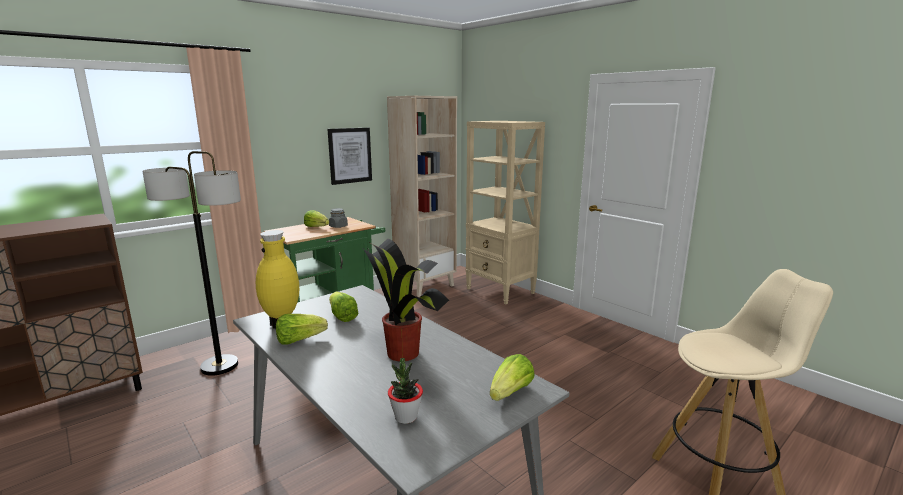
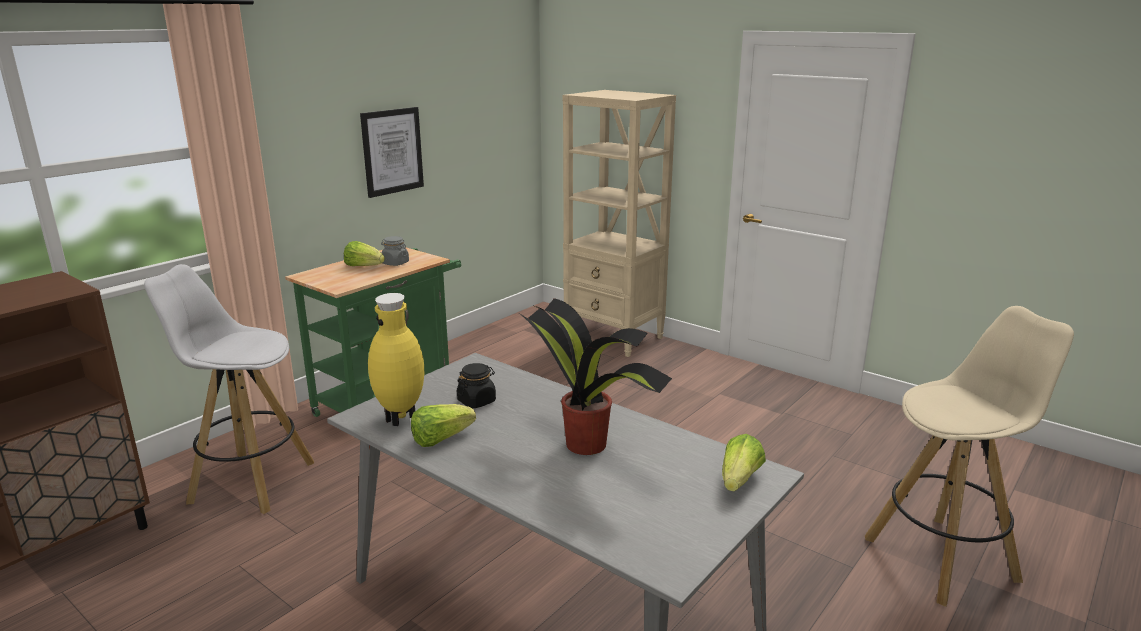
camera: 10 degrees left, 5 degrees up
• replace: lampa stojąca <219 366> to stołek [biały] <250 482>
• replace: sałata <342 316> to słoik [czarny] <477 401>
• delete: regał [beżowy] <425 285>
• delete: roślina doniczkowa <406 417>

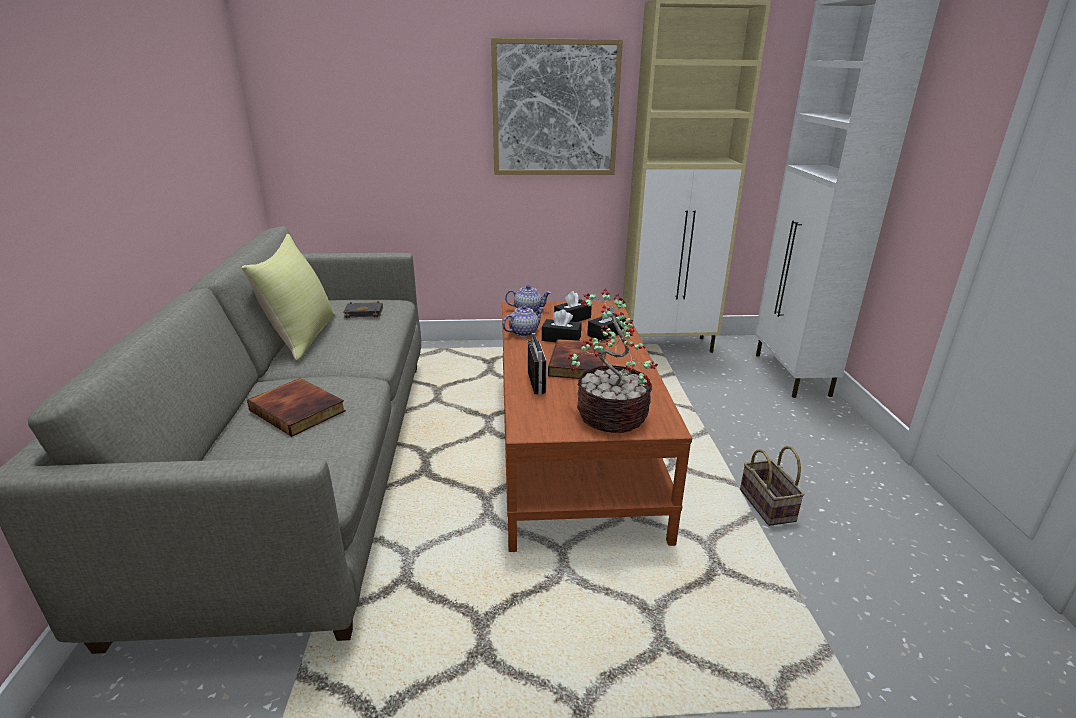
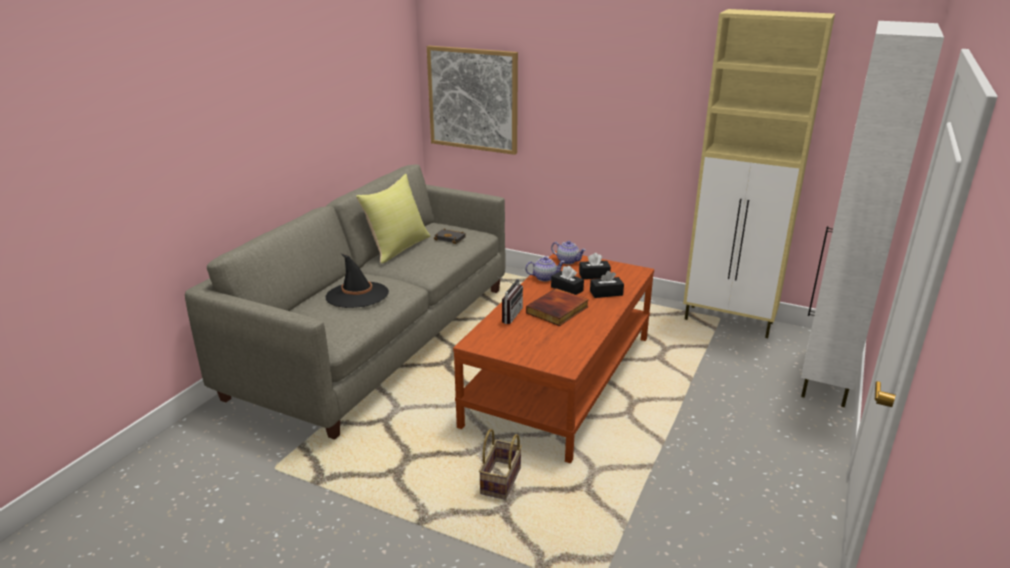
camera: 30 degrees right, 0 degrees up
• replace: książka <299 410> to kapelusz [czarny] <357 295>
• move: obraz <555 109> to <473 99>
• move: koszyk <769 506> to <501 482>
• delete: roślina doniczkowa <609 415>

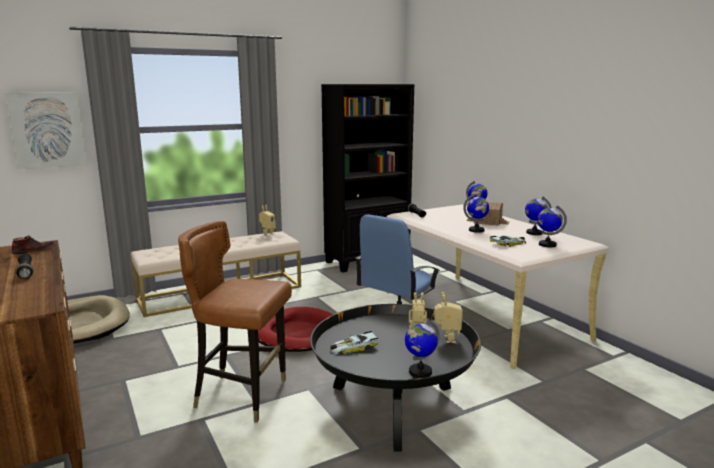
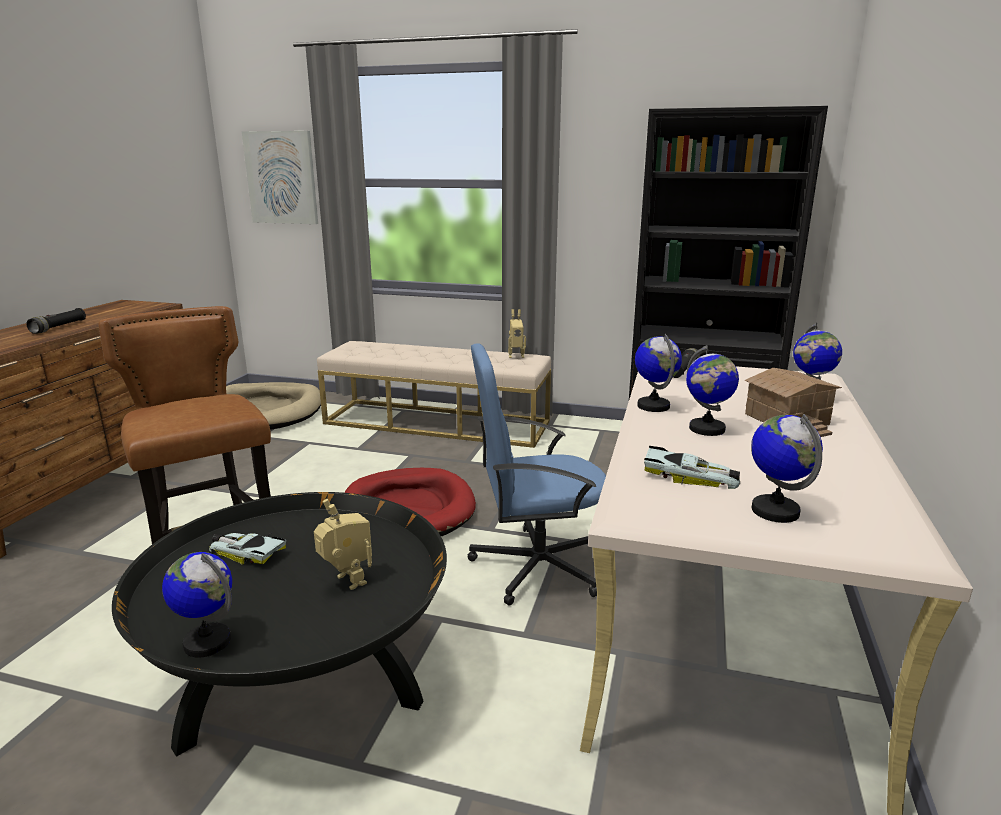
camera: 45 degrees right, 5 degrees up
• move: globus <534 233> to <653 406>
• delete: but [brązowy] <34 250>
• delete: robot zabawkowy <446 339>

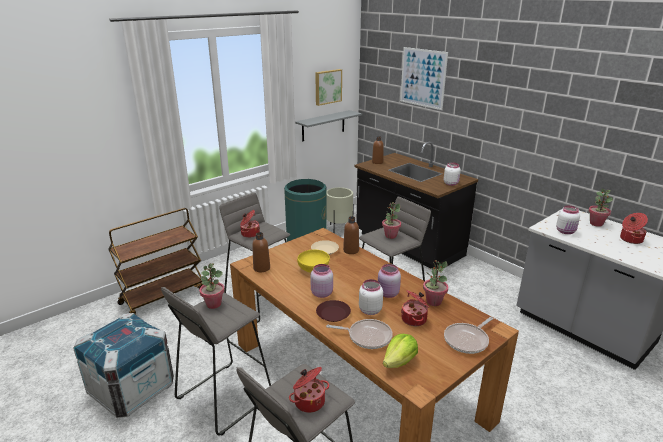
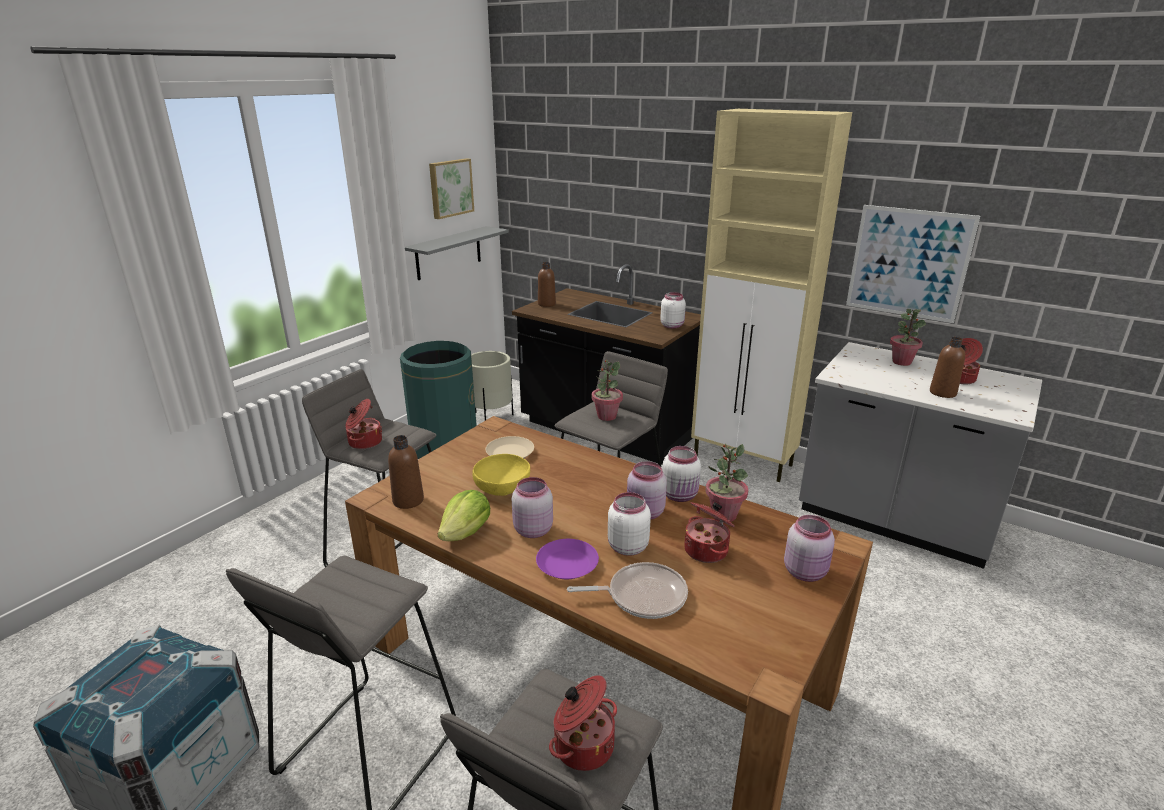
camera: 15 degrees left, 0 degrees up
• move: sałata <400 362> to <466 533>
• recolor: talerz [brązowy] <333 314> to talerz [fioletowy] <566 564>
• move: słoik [biały] <566 231> to <680 495>
• insert: szafka [beżowy] <743 461>
• replace: patelnia <467 340> to słoik [różowy] <806 572>
• move: obraz <423 78> to <908 263>
• move: butelka [brązowy] <351 250> to <942 393>
• delete: wózek [brązowy] <163 296>
• delete: roślina doniczkowa <213 304>

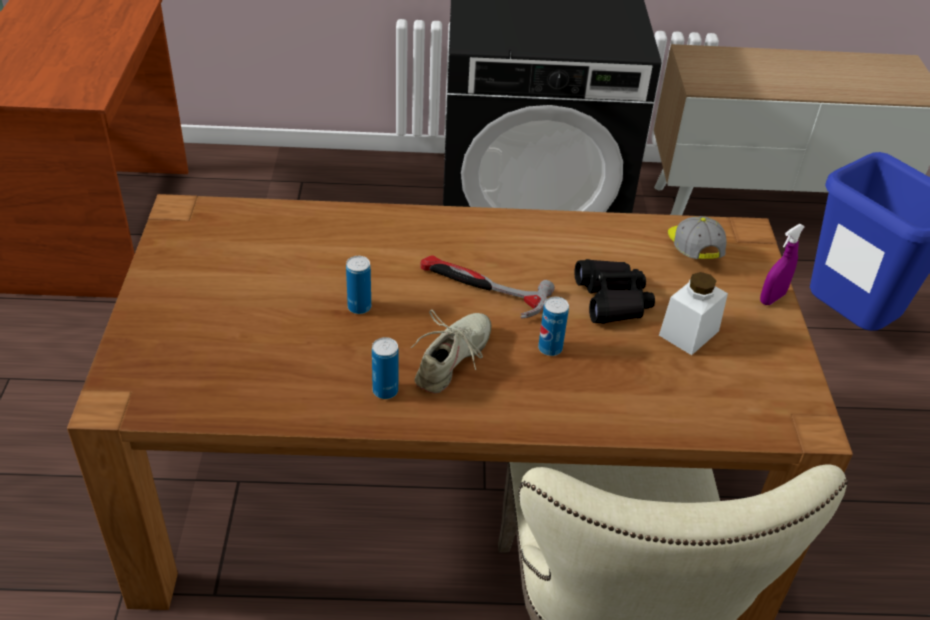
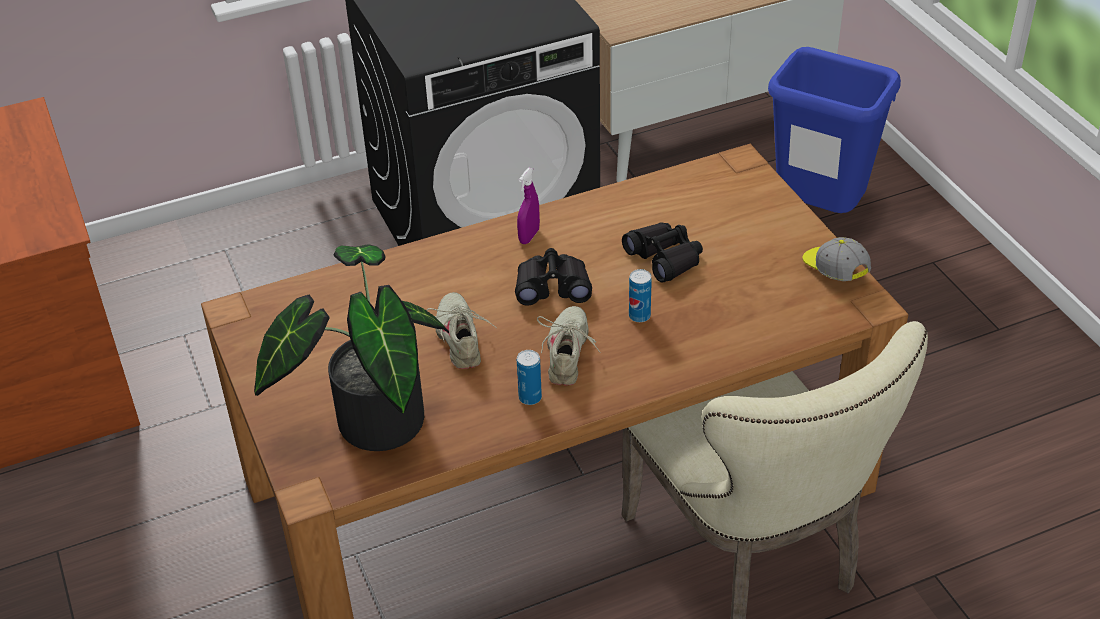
camera: 20 degrees left, 0 degrees up
• insert: roślina doniczkowa <370 420>
• replace: puszka <359 307> to but [beżowy] <460 338>
• replace: młotek <481 289> to lornetka [czarny] <552 287>
• move: spryskiwacz [fioletowy] <772 298> to <529 236>
• move: czapka z daszkiem <693 249> to <834 270>
• delete: słoik [biały] <689 333>

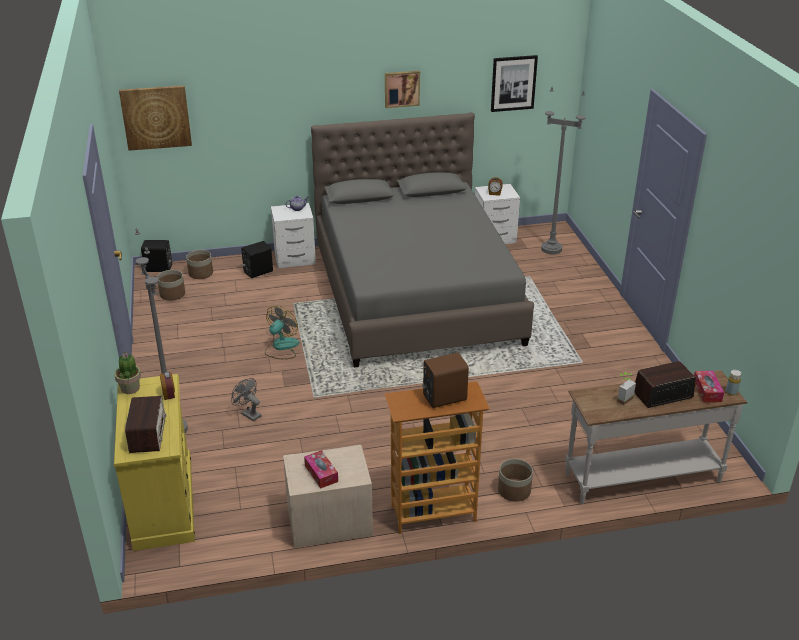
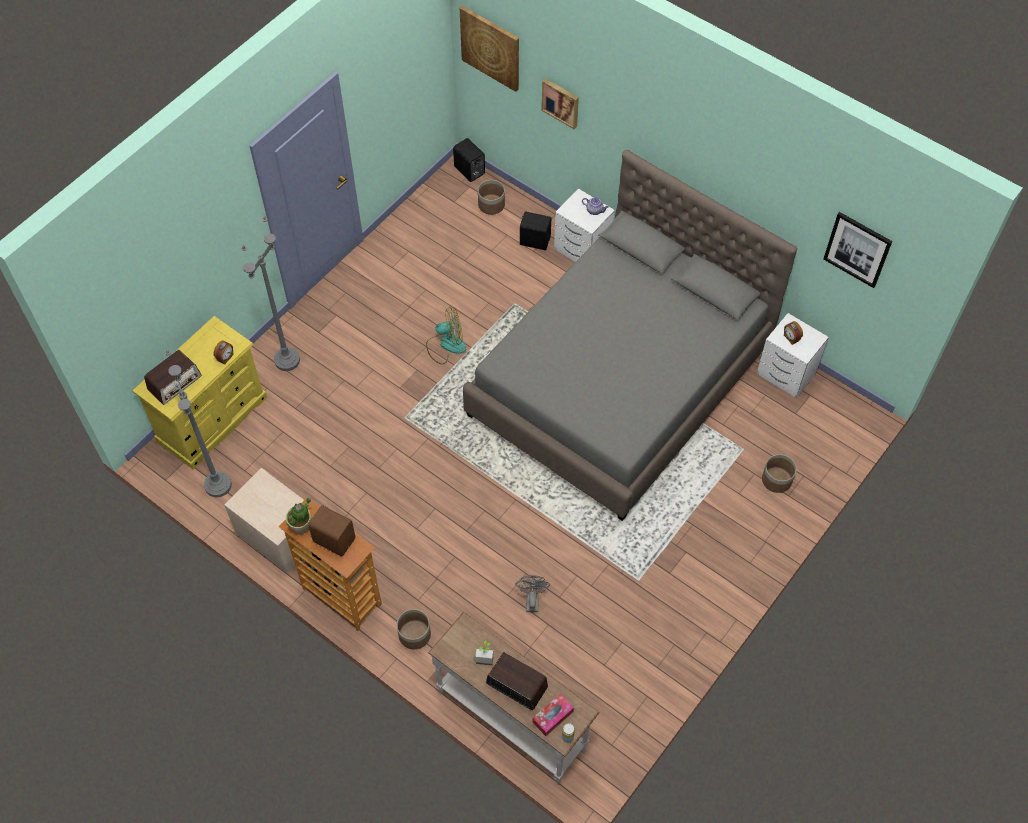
camera: 50 degrees right, 25 degrees up
• move: lampa stojąca [szary] <551 249> to <218 485>
• move: roślina doniczkowa <130 388> to <301 526>
• move: wentylator [szary] <248 414> to <532 599>
• move: obraz <401 88> to <561 102>
• move: donica <172 294> to <776 480>
• delete: pudełko chusteczek <321 473>

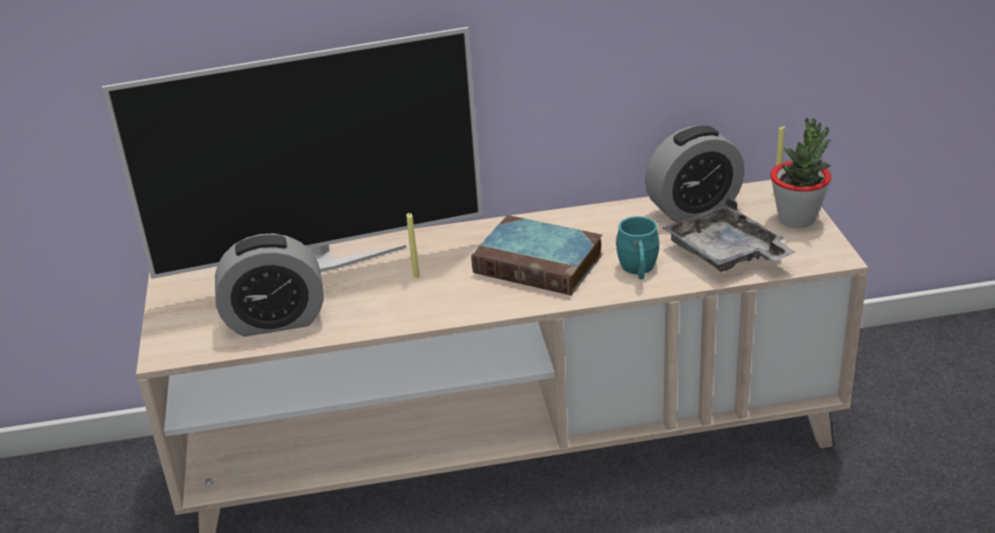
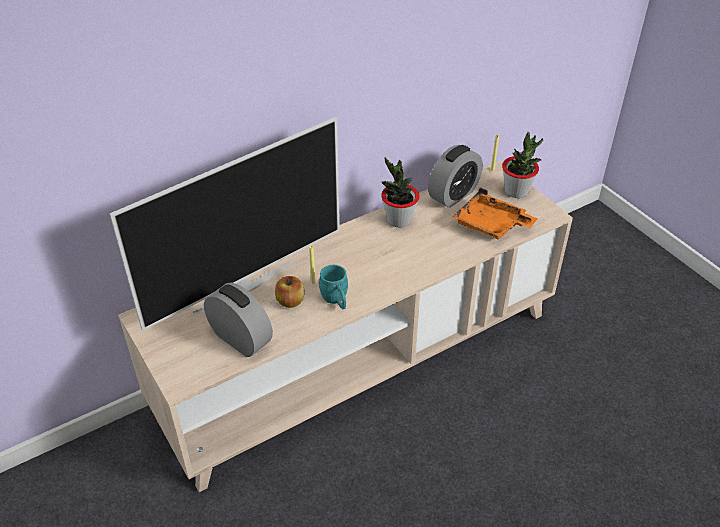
camera: 25 degrees left, 10 degrees up
• rotate: budzik <275 321> = <240 339> 105 degrees counterclockwise
• insert: jabłko <290 301>
• move: kubek [turkusowy] <638 271> to <336 300>
• insert: roślina doniczkowa <399 220>
• recolor: taca [szary] <726 254> to taca [pomarańczowy] <491 225>
• delete: książka <541 263>

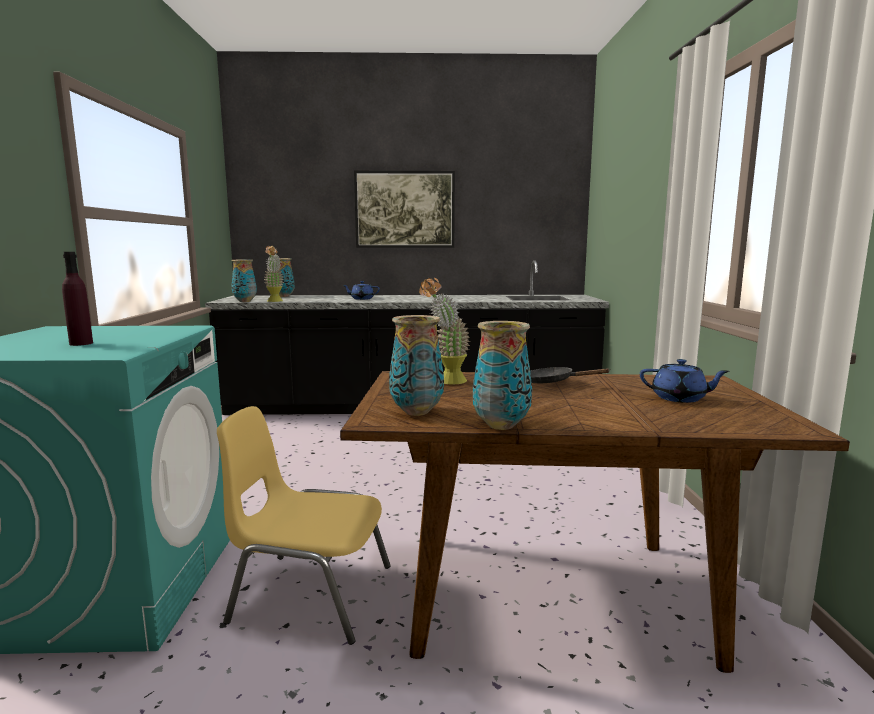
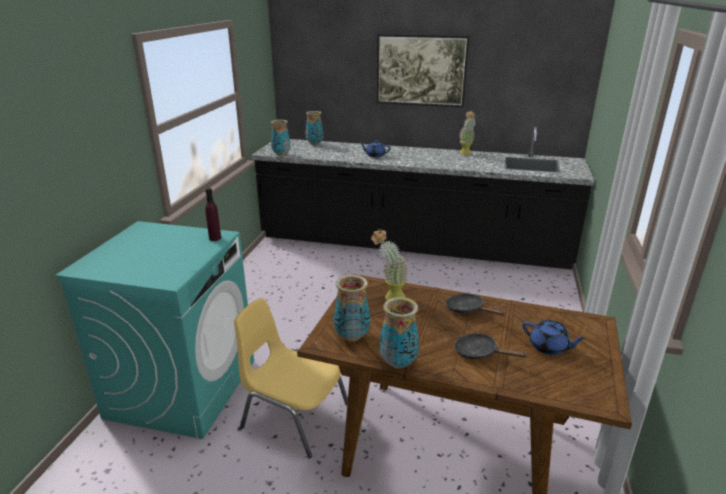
camera: 15 degrees right, 15 degrees up
• move: butelka [fioletowy] <81 343> to <215 238>
• insert: patelnia [czarny] <479 353>
• move: roślina doniczkowa <275 301> to <466 154>

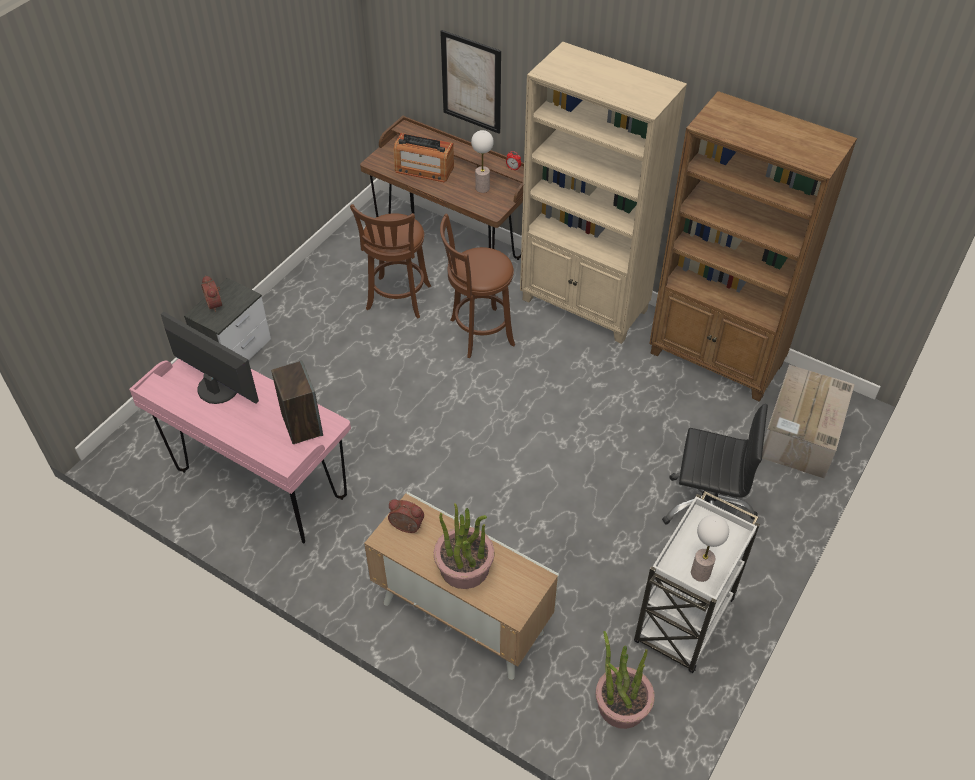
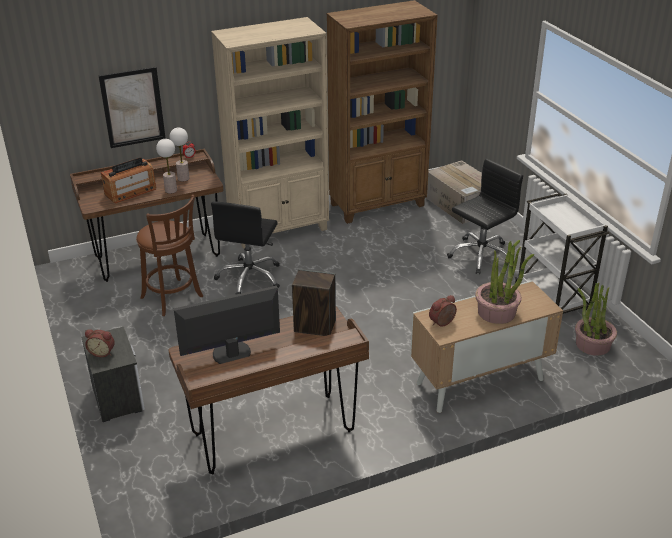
camera: 55 degrees left, 15 degrees down
• move: lampa stołowa <700 573> to <171 190>
• recolor: biurko [różowy] <261 485> to biurko [brązowy] <273 434>
• replace: stołek [brązowy] <478 333> to krzesło biurowe [czarny] <250 278>

